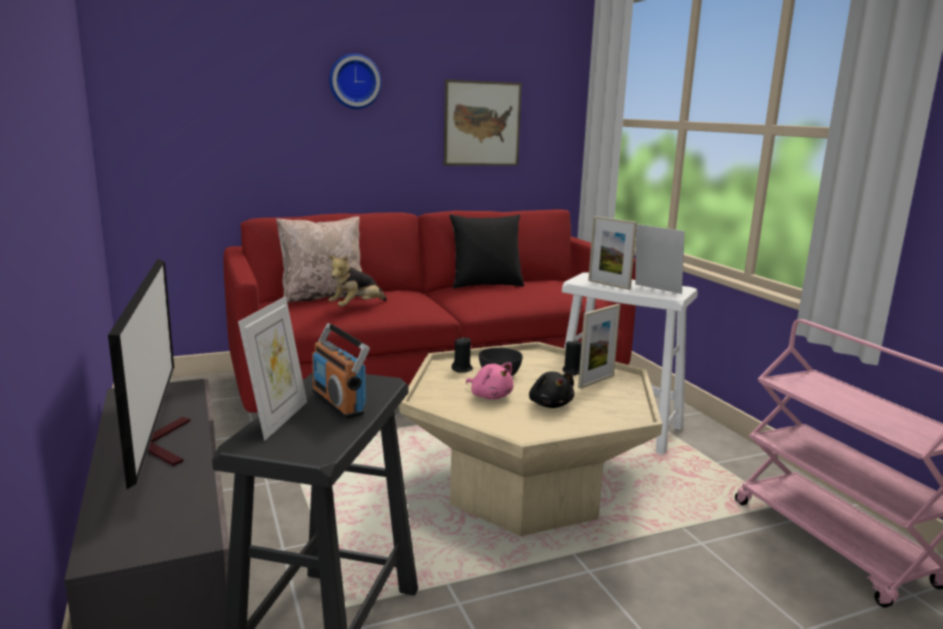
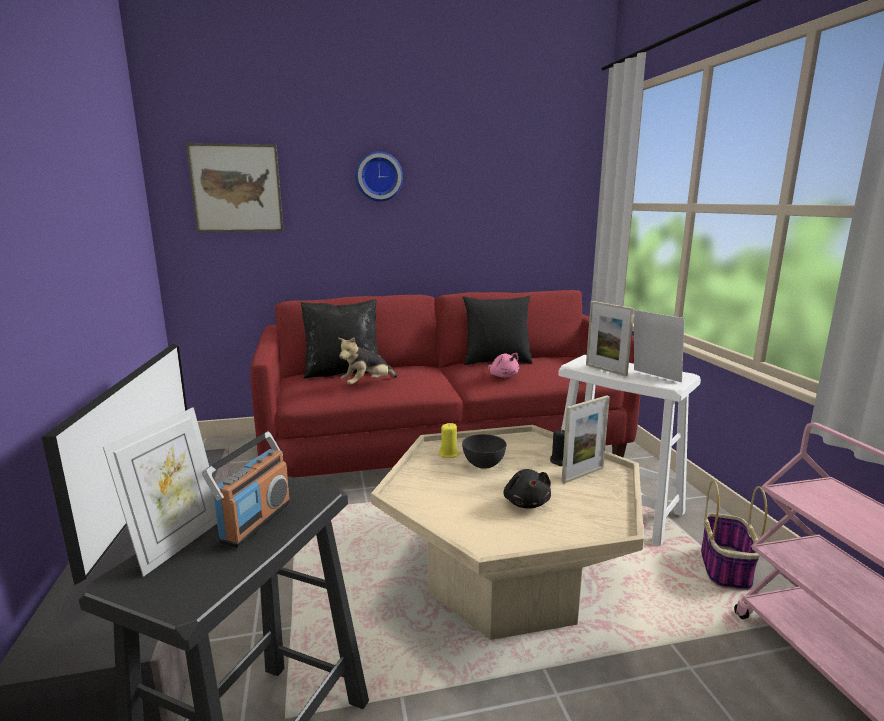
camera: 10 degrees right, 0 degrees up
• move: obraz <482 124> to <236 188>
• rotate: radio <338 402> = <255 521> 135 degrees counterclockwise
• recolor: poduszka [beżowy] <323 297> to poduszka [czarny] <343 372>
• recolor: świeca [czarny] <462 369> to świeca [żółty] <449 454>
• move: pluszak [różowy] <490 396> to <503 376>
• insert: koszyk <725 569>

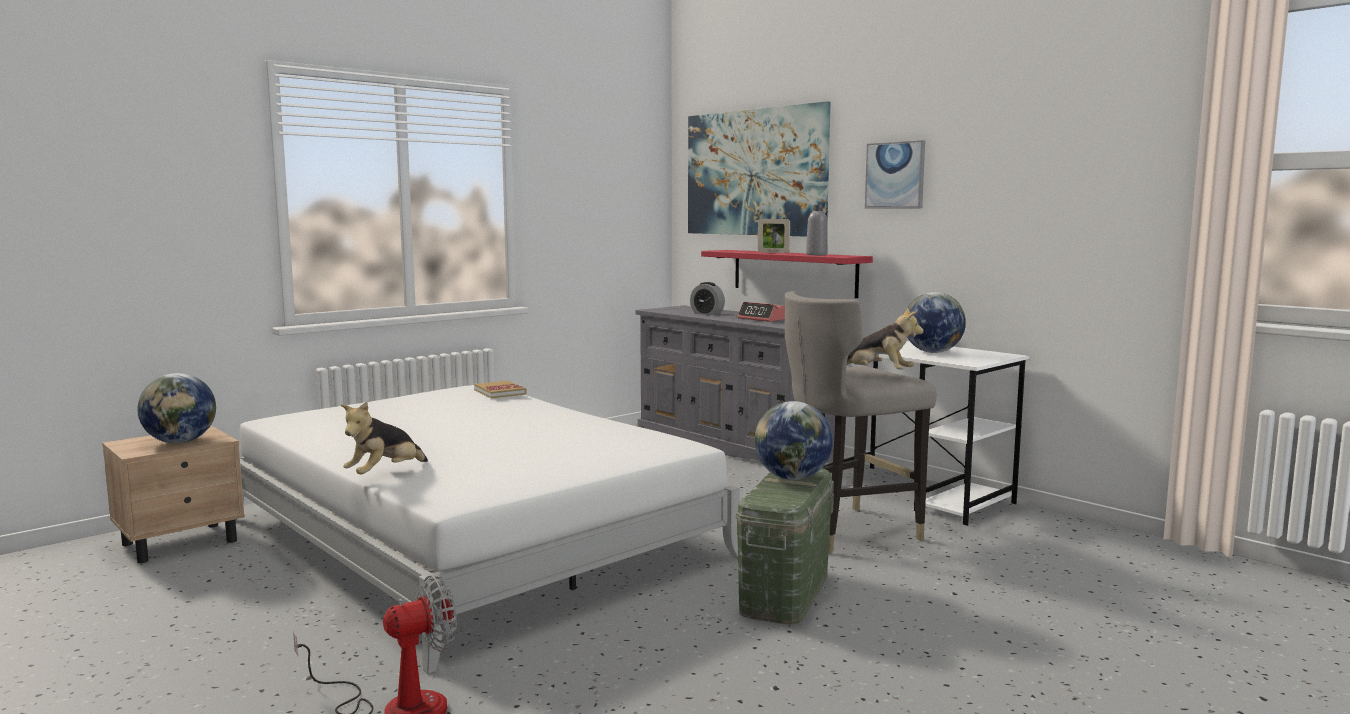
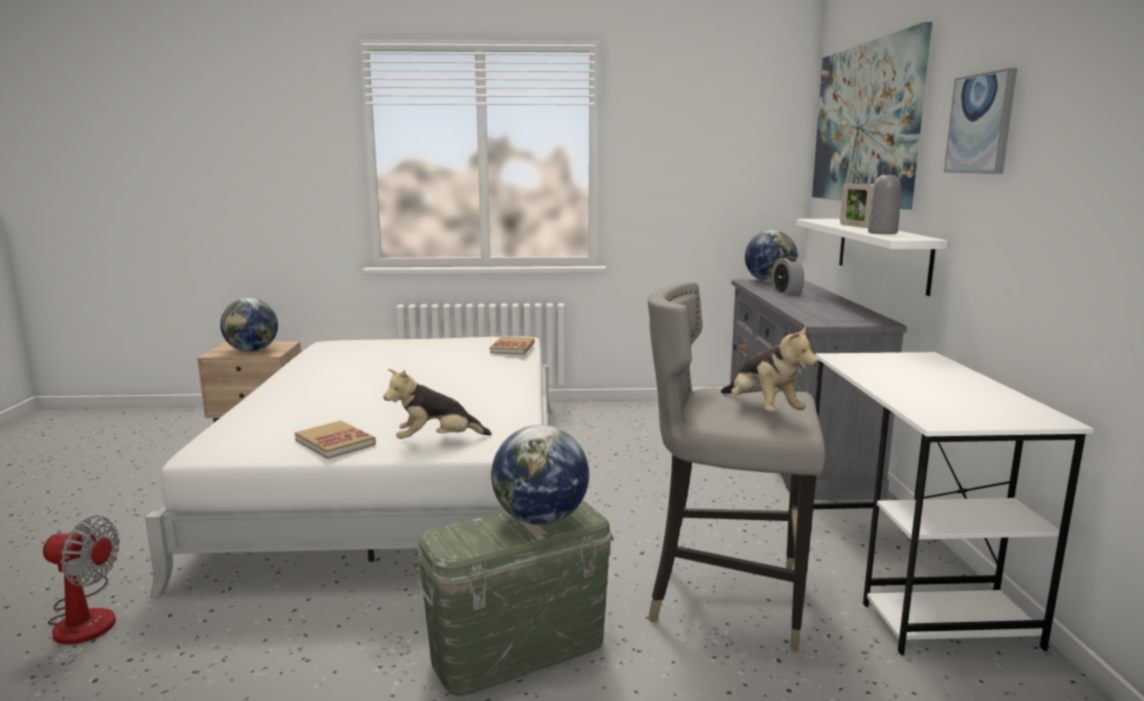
camera: 40 degrees right, 5 degrees up
• insert: książka <335 442>
• move: pluszak <385 474> to <436 441>
• move: globus <932 352> to <769 282>
• recolor: półka [czerwony] <793 272> to półka [biały] <882 253>
• delete: budzik <763 319>

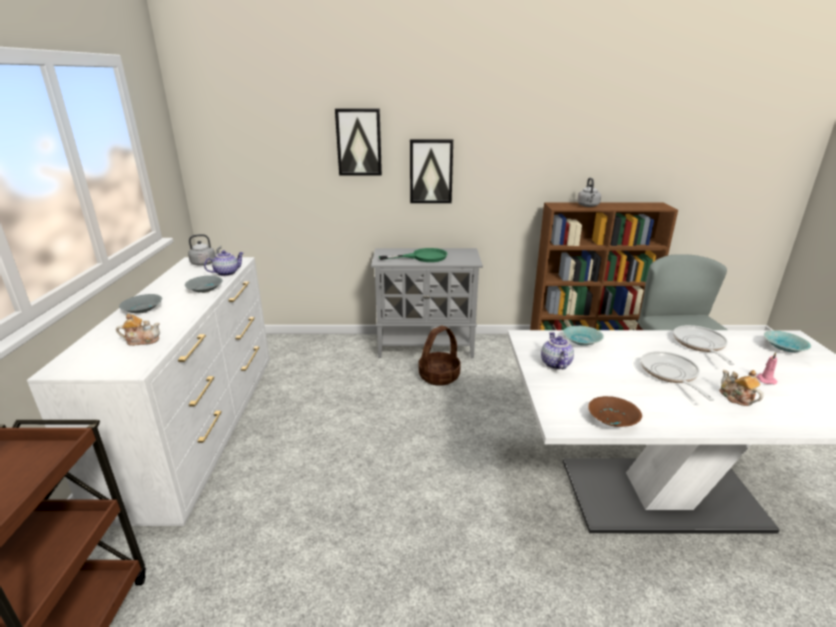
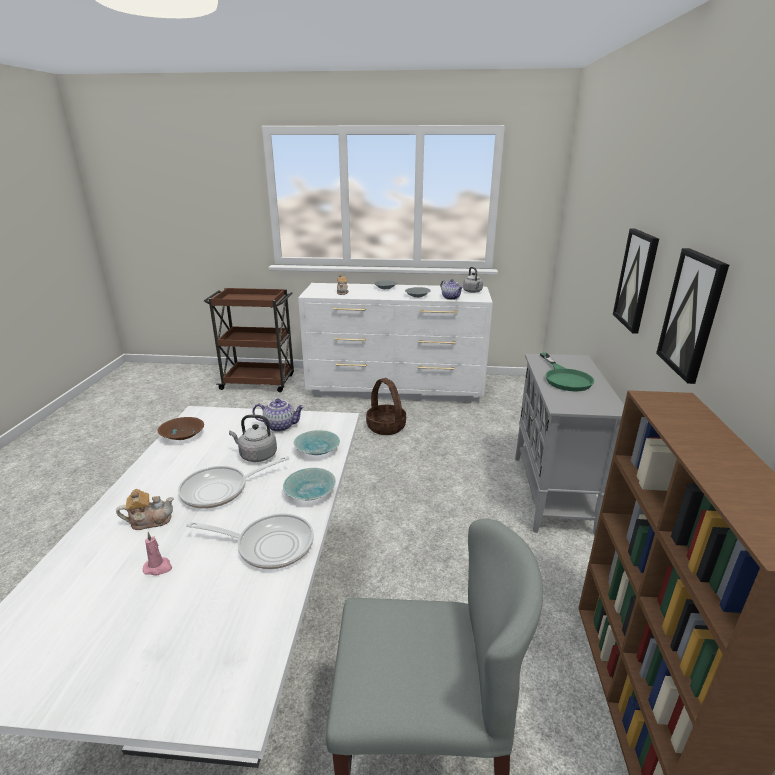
camera: 95 degrees right, 0 degrees up
• rotate: patelnia <670 374> = <220 490> 150 degrees clockwise
• move: czajnik [szary] <588 206> to <256 455>
• move: miska [turkusowy] <784 347> to <311 493>
• move: koszyk <439 376> to <385 427>
• move: obraz <359 142> to <692 314>

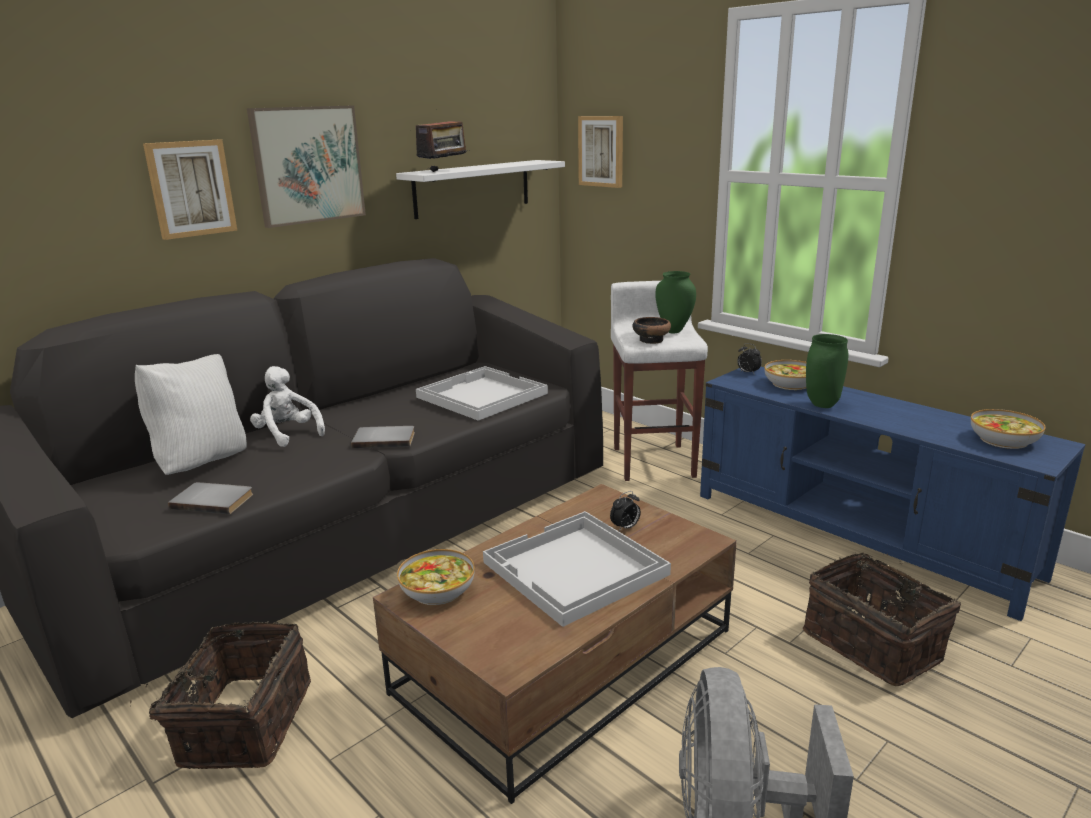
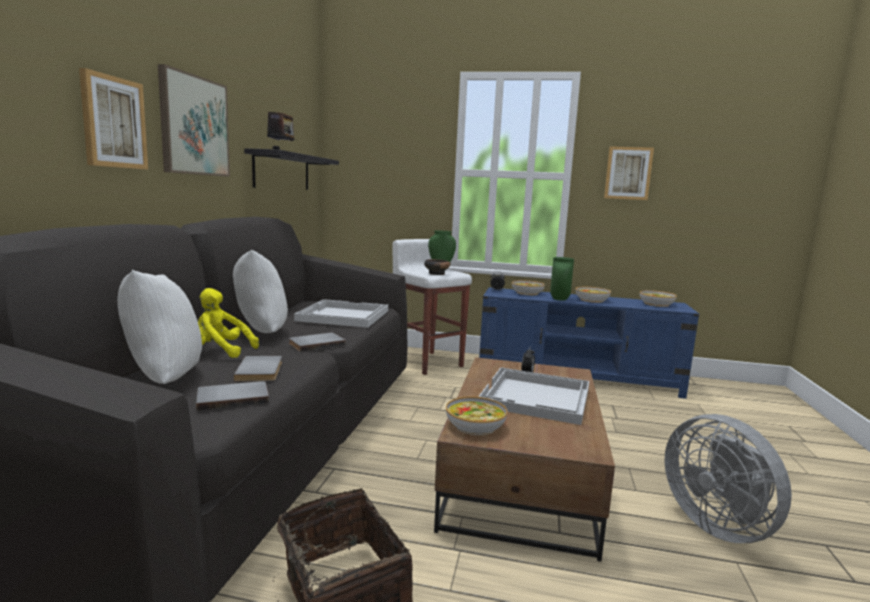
camera: 35 degrees left, 10 degrees down
• recolor: pluszak [biały] <288 434> to pluszak [żółty] <220 351>
• insert: poduszka [biały] <259 333>
• insert: książka [szary] <261 371>
• recolor: półka [biały] <472 188> to półka [czarny] <282 171>
• insert: miska <591 300>
• move: obraz <601 151> to <628 173>
• delete: koszyk <874 644>

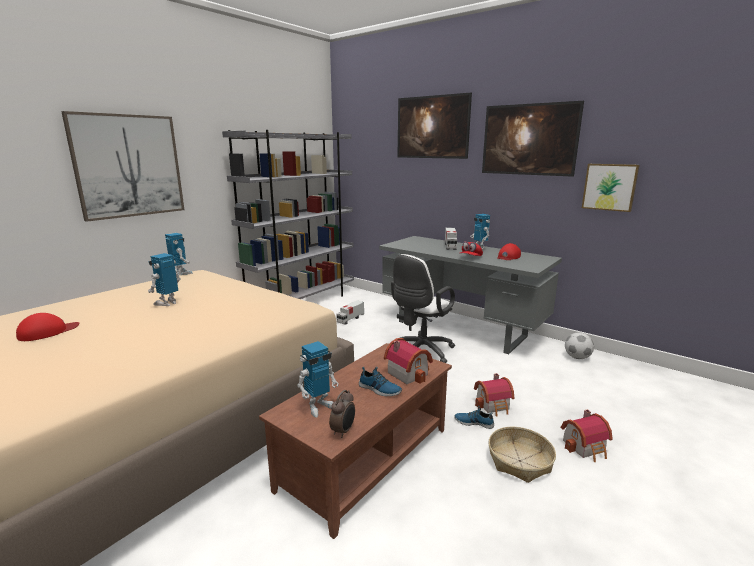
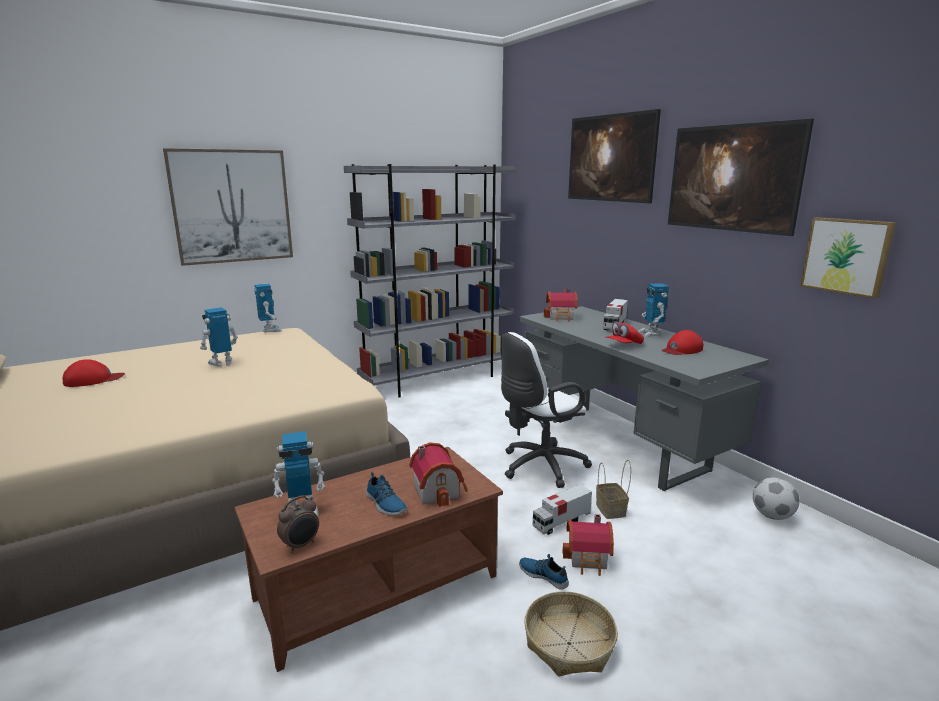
camera: 20 degrees right, 0 degrees up
• move: ciężarówka zabawkowa <350 319> to <561 522>
• move: domek <586 447> to <561 317>
• insert: koszyk <611 510>

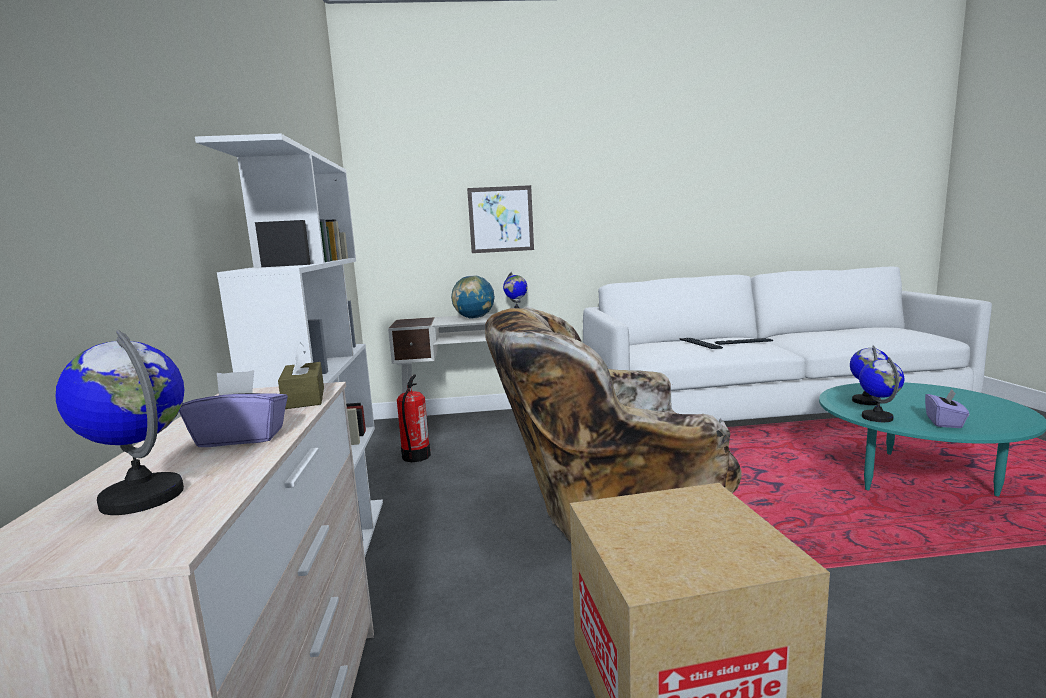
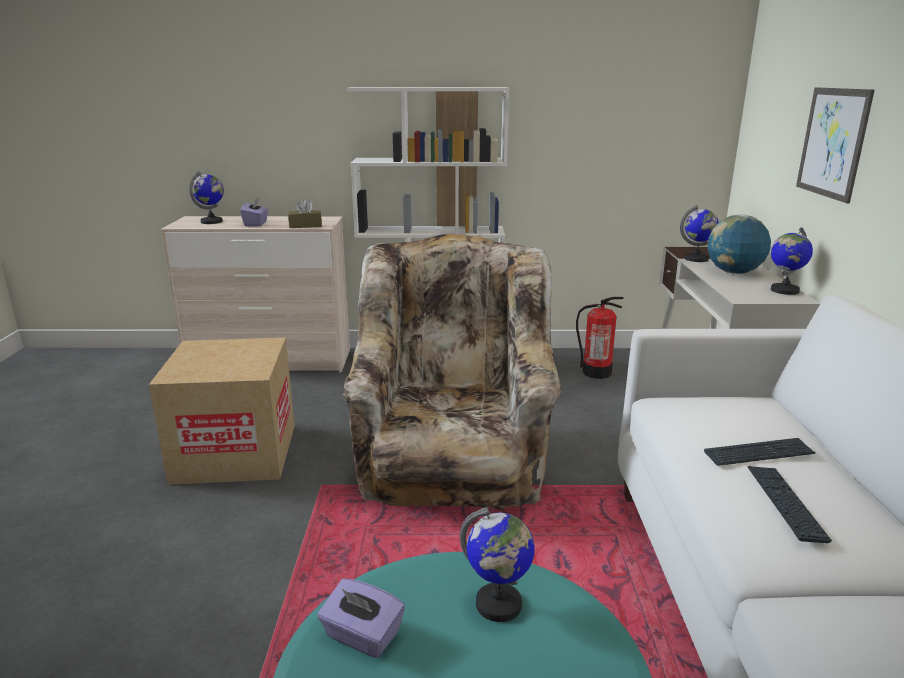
camera: 95 degrees right, 10 degrees up
• move: globus <877 417> to <696 259>

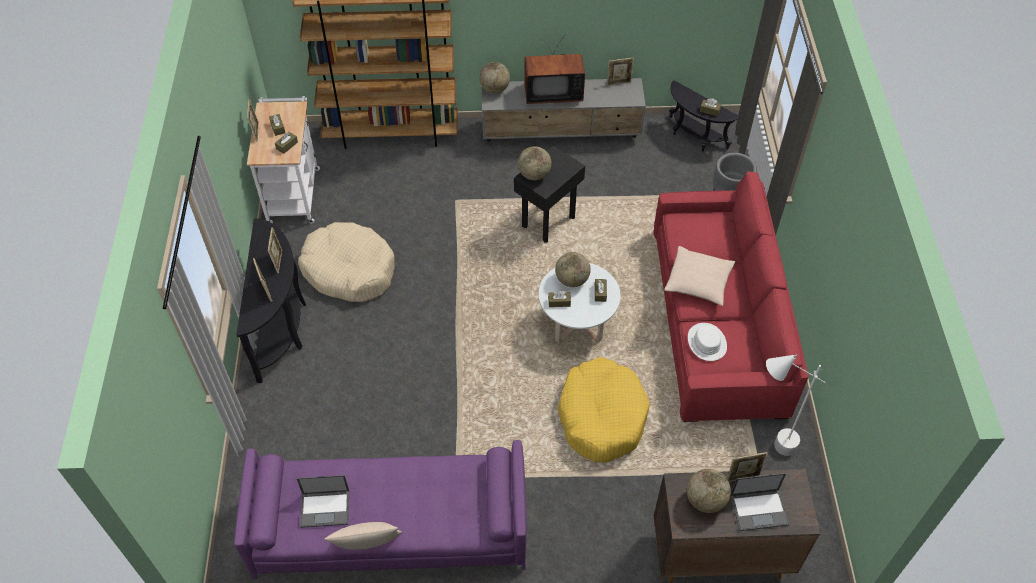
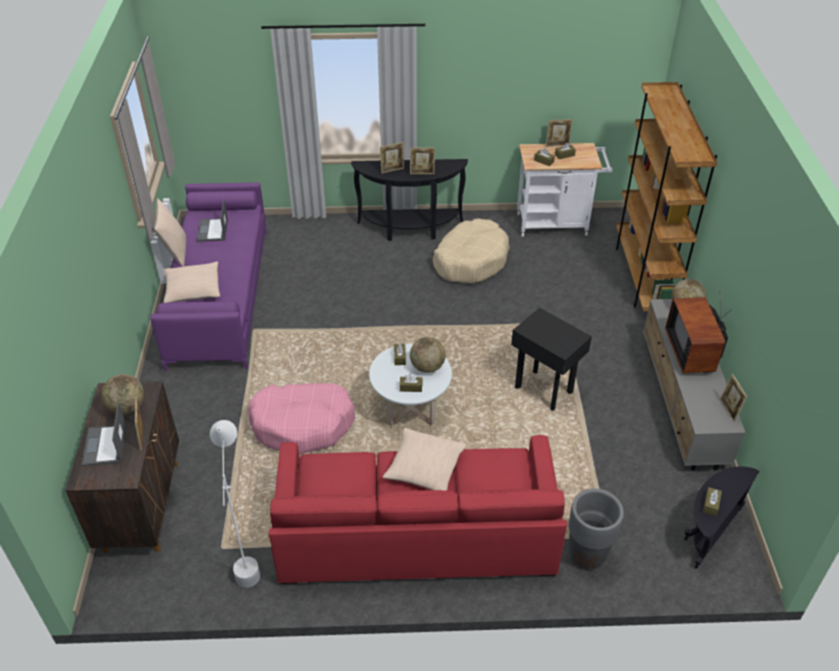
camera: 90 degrees right, 10 degrees down
• insert: poduszka [beżowy] <193 289>
• recolor: legowisko [żółty] <601 416> to legowisko [różowy] <303 424>
• delete: globus <534 174>
• delete: kapelusz [biały] <707 342>

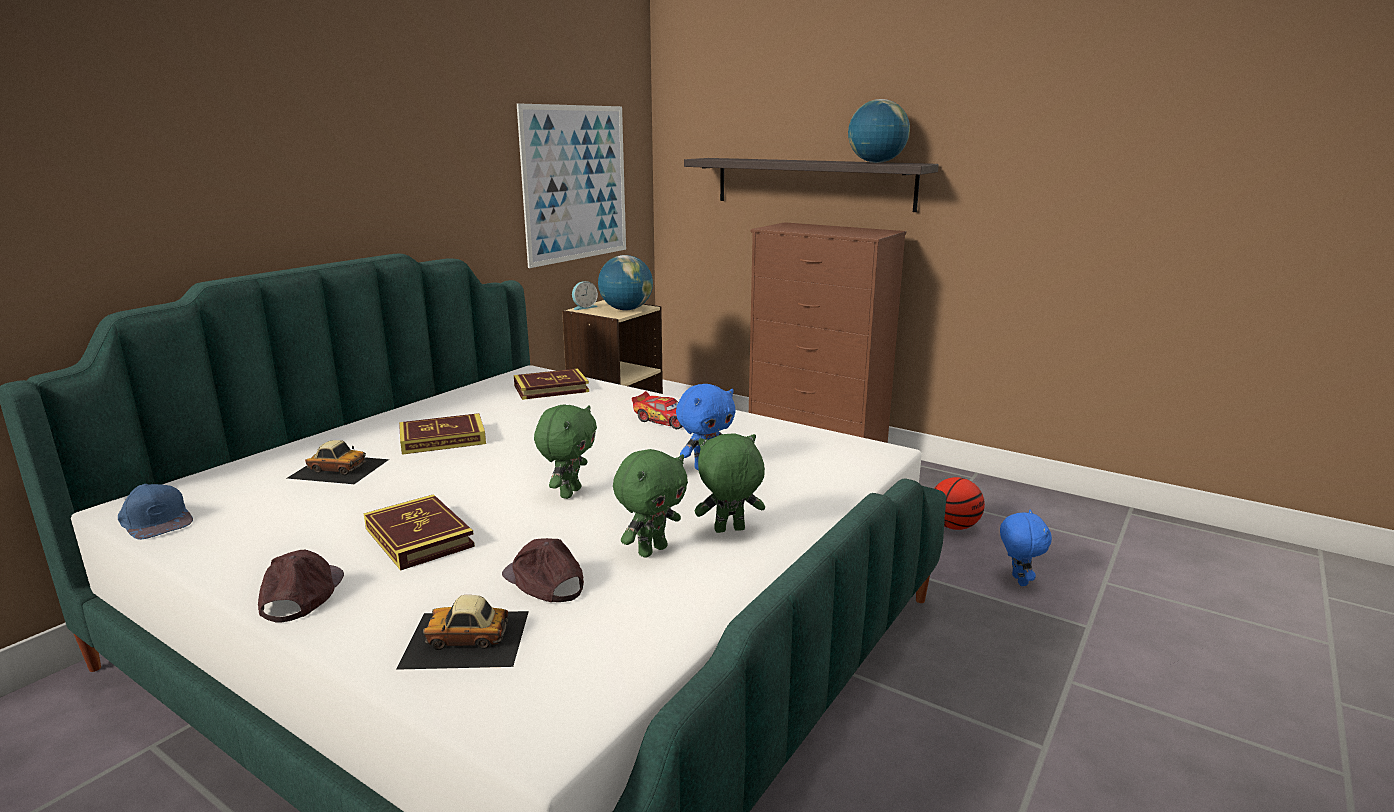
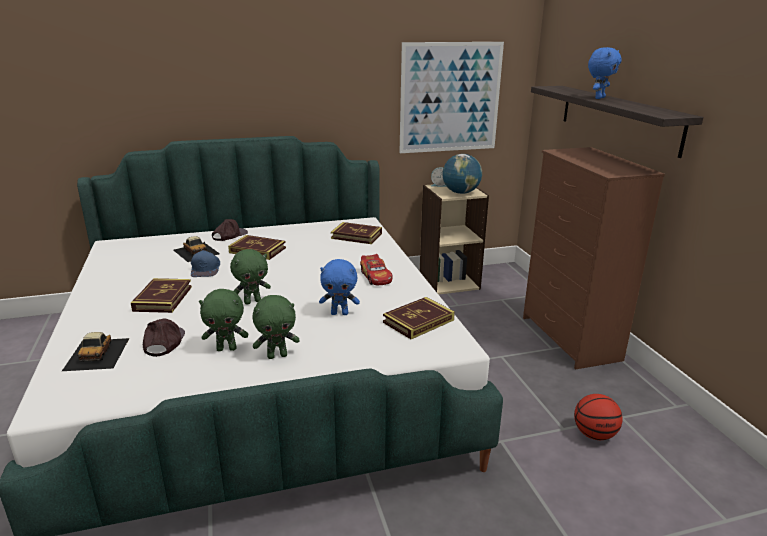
camera: 40 degrees right, 5 degrees up
• rotate: samochodzik <466 639> = <97 353> 135 degrees counterclockwise
• move: czapka z daszkiem [niebieski] <157 520> to <206 269>
• move: czapka z daszkiem [brązowy] <300 594> to <229 235>
• rotate: pluszak [zielony] <729 531> = <277 355> 135 degrees clockwise
• insert: książka <418 321>
• move: pluszak [niebieski] <1017 580> to <598 98>
• delete: globus <876 162>

